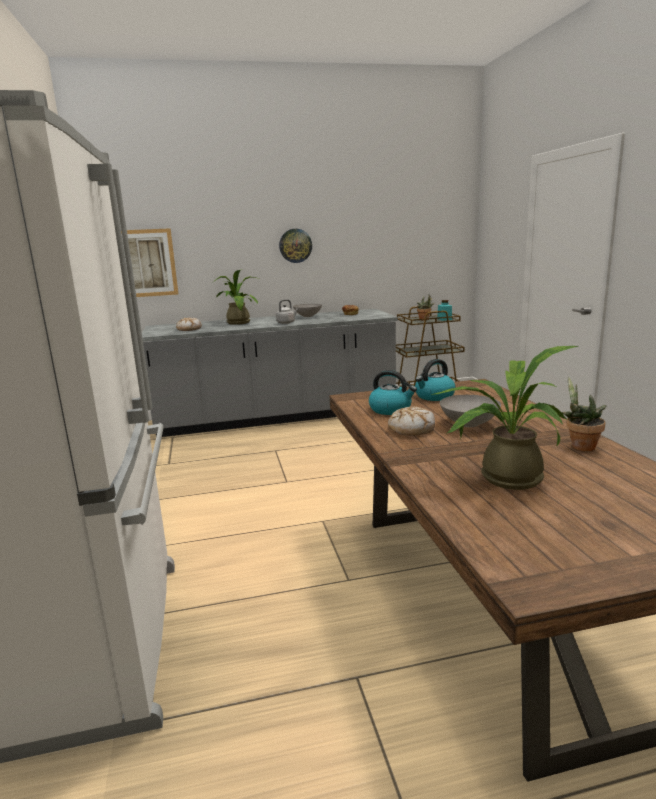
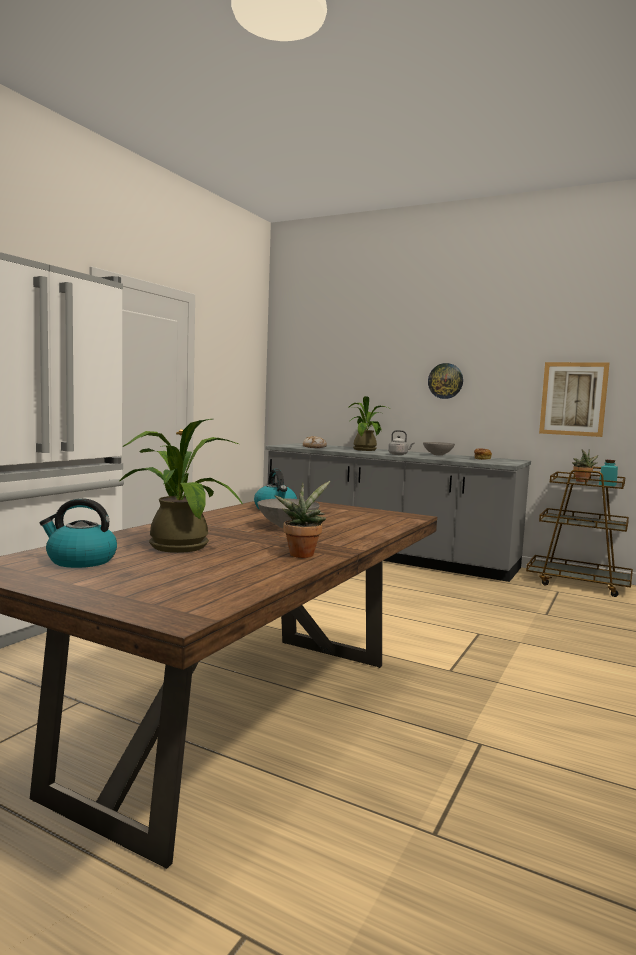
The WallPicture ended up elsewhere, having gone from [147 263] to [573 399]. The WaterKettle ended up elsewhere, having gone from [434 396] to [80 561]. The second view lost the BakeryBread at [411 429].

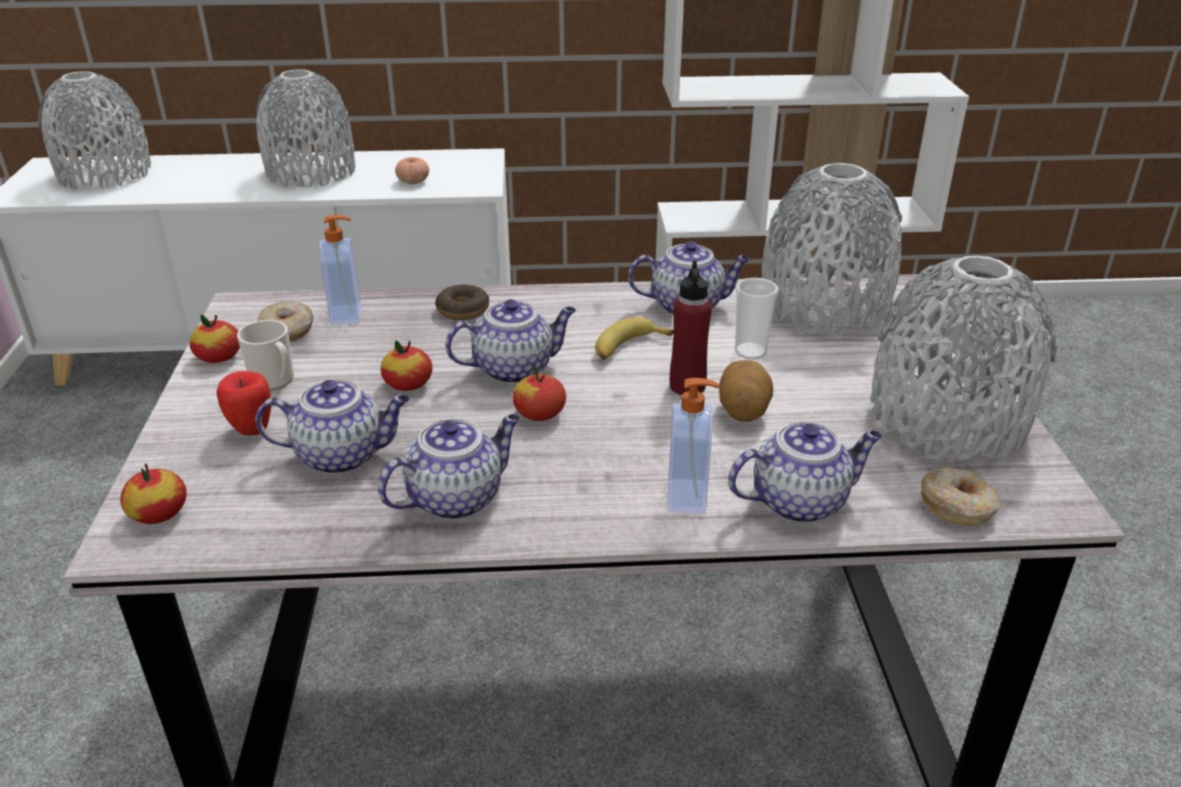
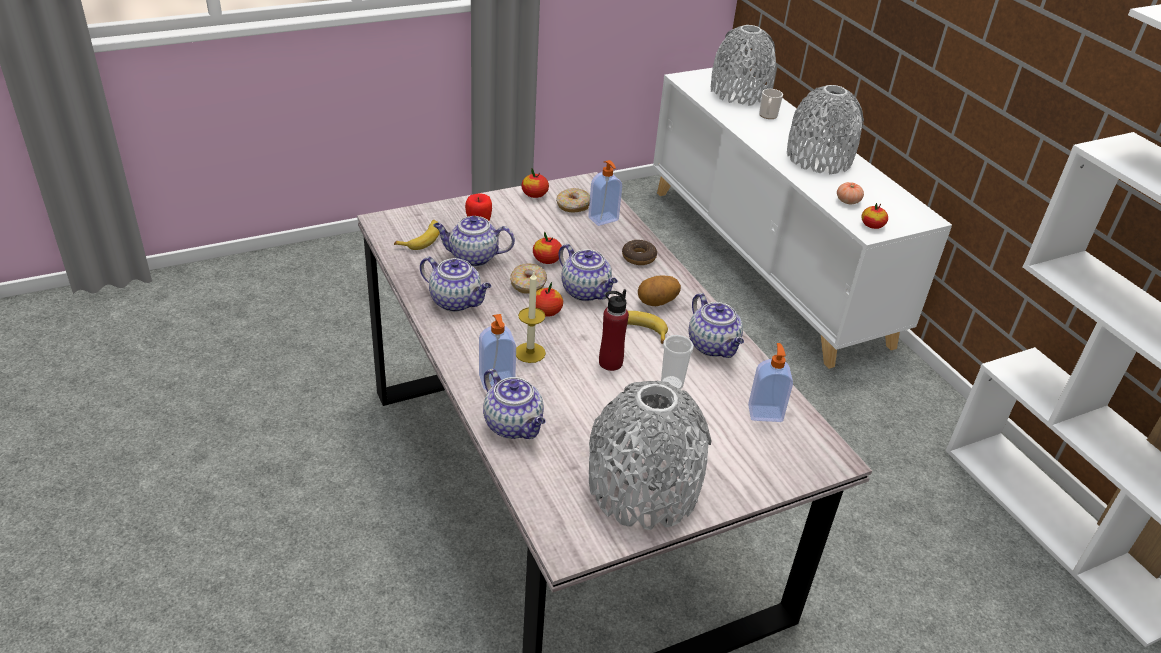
Where the GrayVase stood at [823 306], the LiquidSoapBottle came to stand at [765 412]. The Mug ended up elsewhere, having gone from [275 381] to [767 116]. The Spud ended up elsewhere, having gone from [743 412] to [657 303]. The Teapot at [342 455] ended up facing another way, 120 degrees clockwise from before. The Apple ended up elsewhere, having gone from [159 513] to [872 225]. The RingDoughnut ended up elsewhere, having gone from [957 506] to [528 284]. The second view gained the WholeBanana at [422 239]. The second view gained the WaxLight at [530 352].

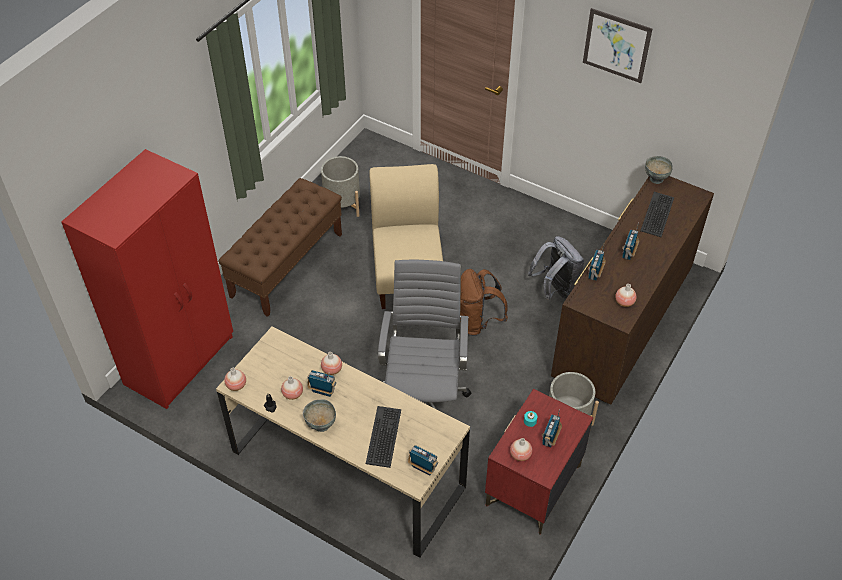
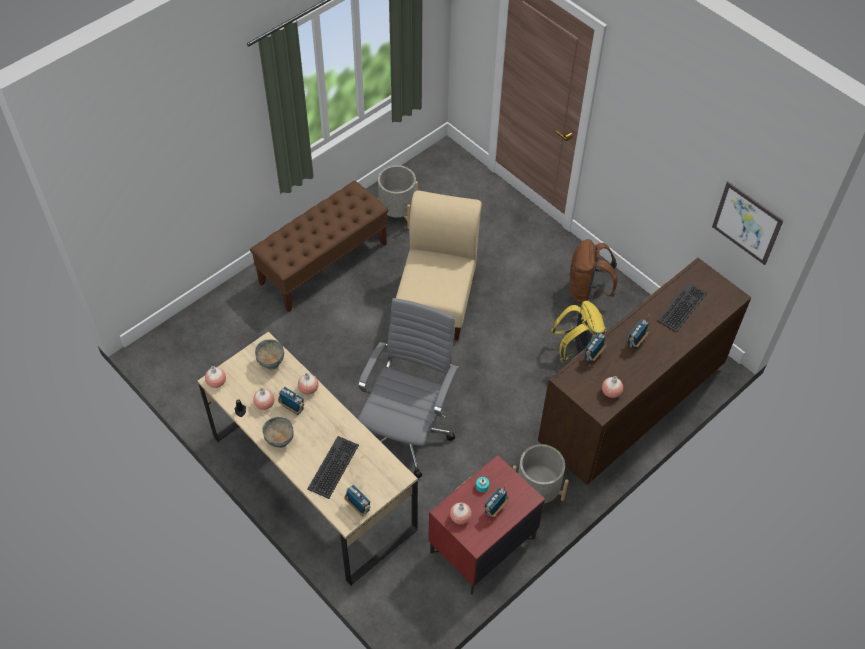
The WallPicture ended up elsewhere, having gone from [616 45] to [747 223]. The second view lost the ReddishWardrobe at [181 360]. The GrayBowl ended up elsewhere, having gone from [655 179] to [271 363]. What was the GrayBackpack at [555 290] turned into the YellowishBackpack at [577 352]. The BrownishBackpack ended up elsewhere, having gone from [477 322] to [587 291].

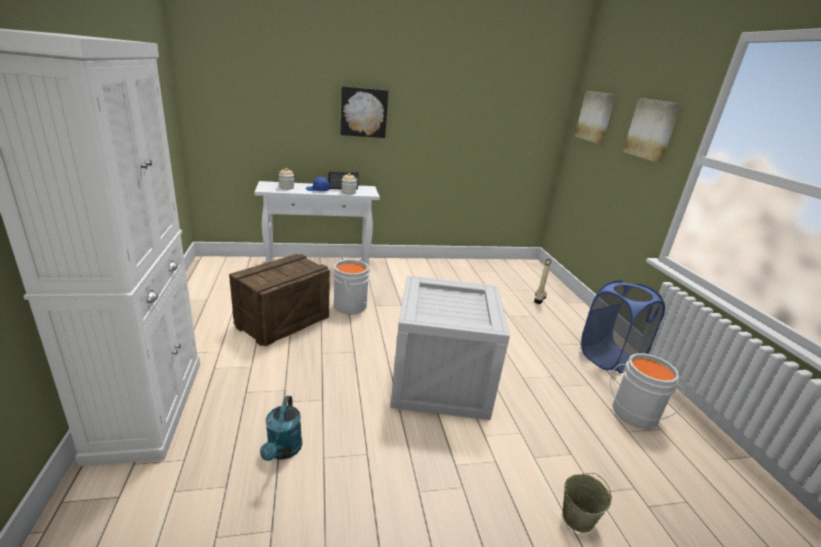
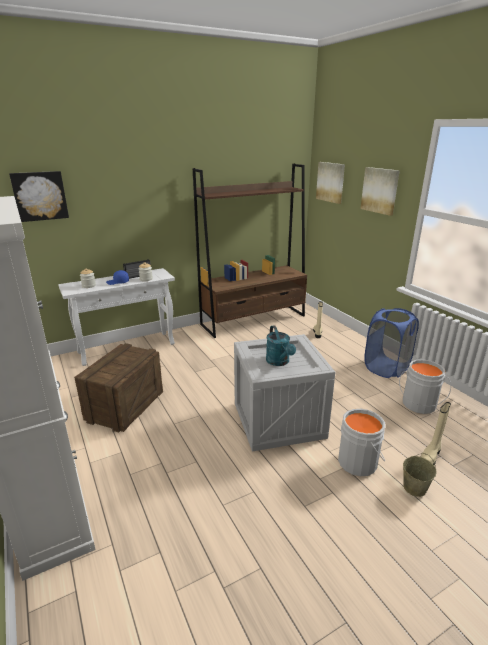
The WallPicture ended up elsewhere, having gone from [363 112] to [40 196]. The GrayWaterBucket ended up elsewhere, having gone from [352 306] to [359 462]. The BlueGreenWateringCan ended up elsewhere, having gone from [283 451] to [279 362]. The second view gained the BrownishBookshelf at [254 320]. The second view gained the BeigeTallBoot at [430 456].

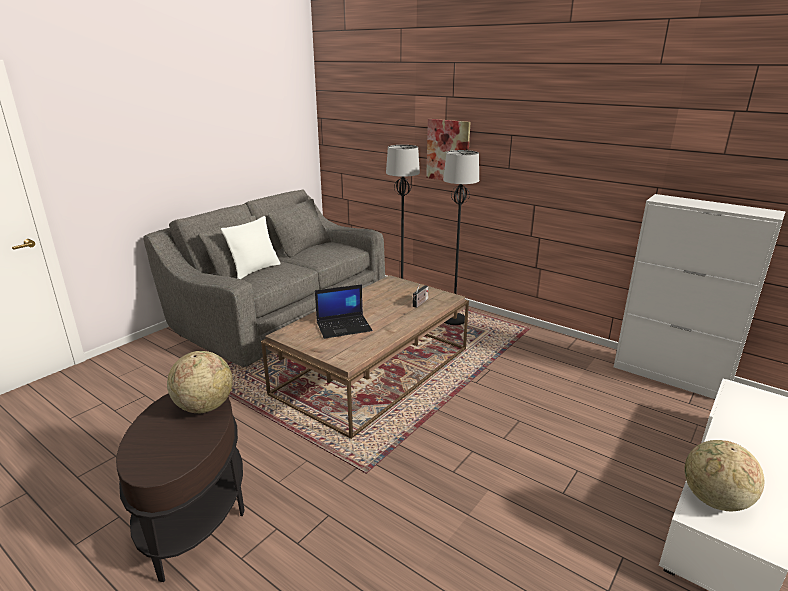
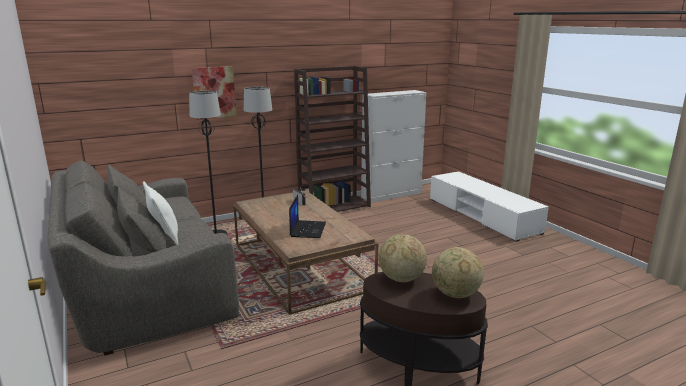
The Globe ended up elsewhere, having gone from [714 500] to [455 294]. The second view gained the BrownishBookshelf at [334 206].

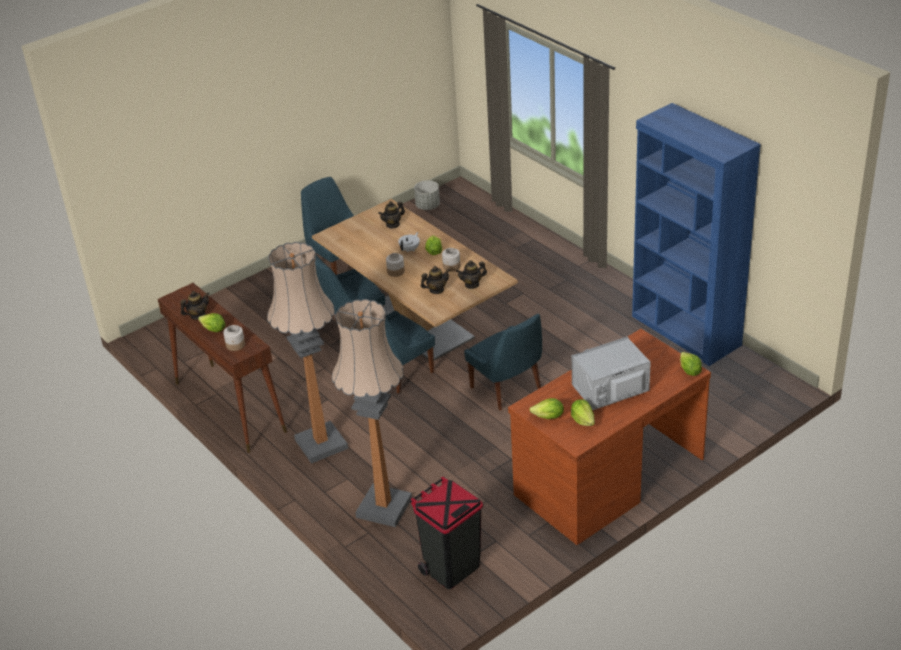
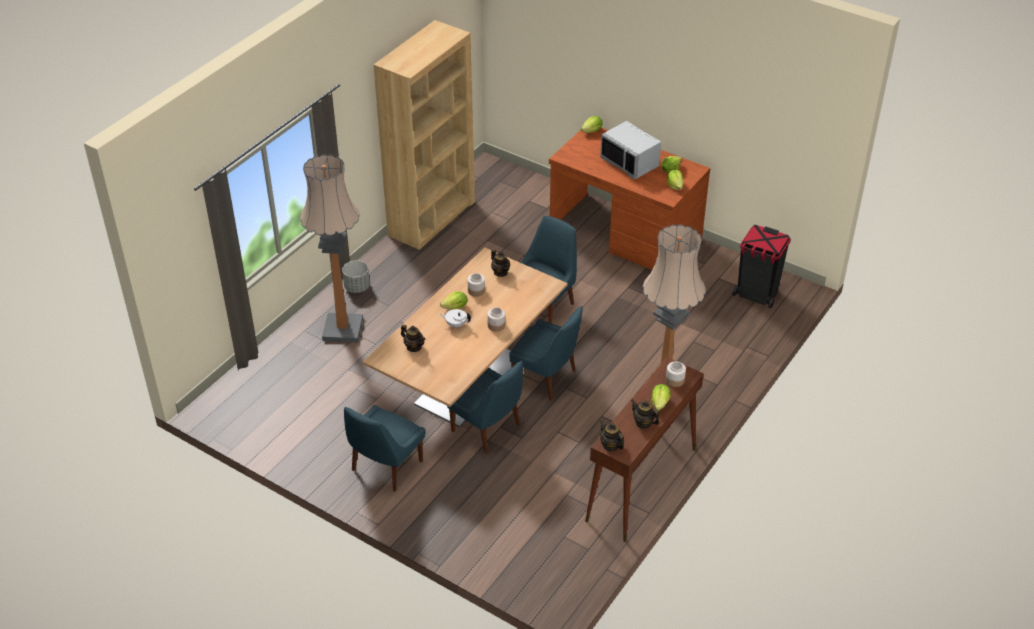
What was the BlueBookshelf at [685 331] turned into the BrownishBookshelf at [432 218]. The GrayPlantPot ended up elsewhere, having gone from [428 206] to [357 287]. The Teapot ended up elsewhere, having gone from [436 290] to [610 445]. The StandardLamp ended up elsewhere, having gone from [384 507] to [343 329].

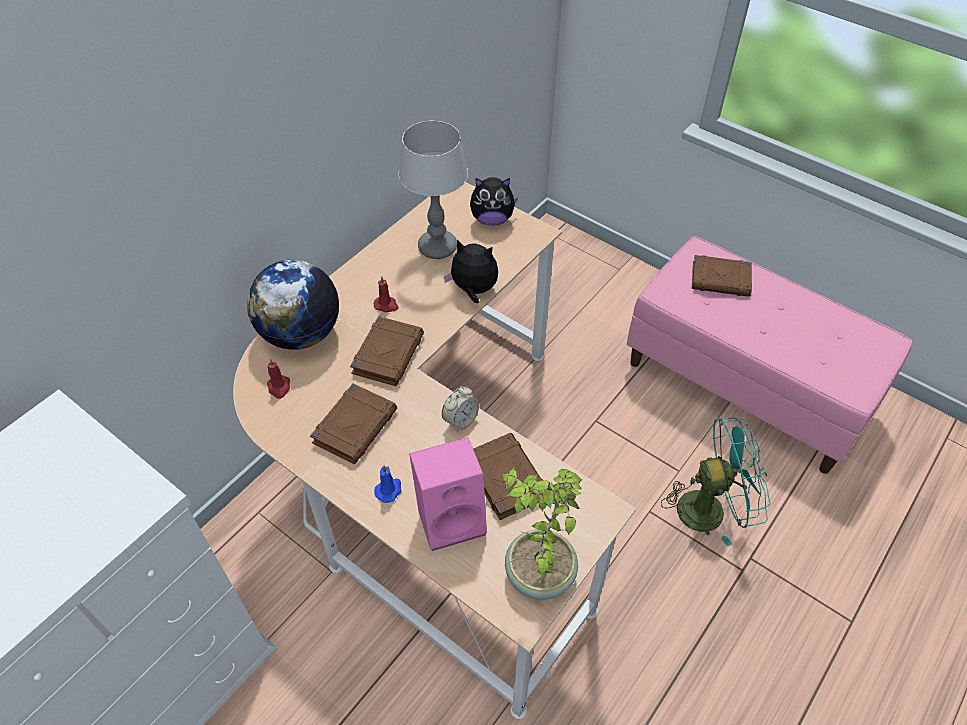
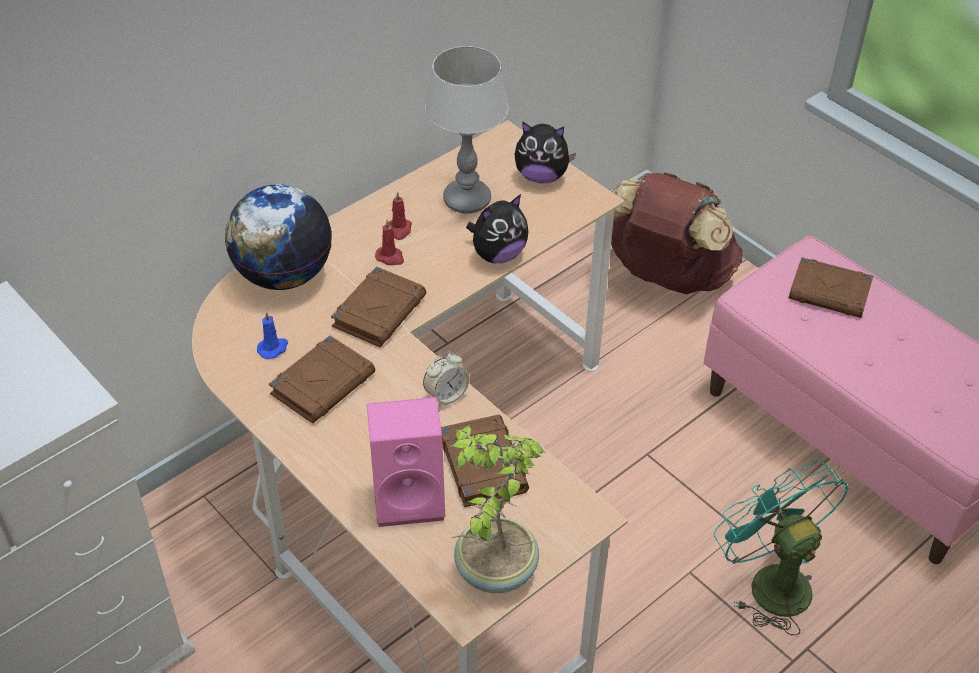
The SoftToy at [473 290] ended up facing another way, 120 degrees clockwise from before. The ReddishWaxLight ended up elsewhere, having gone from [279 387] to [399 230]. The BlueGreenCoolingFan at [710 508] ended up facing another way, 120 degrees counterclockwise from before. The BlueWaxLight ended up elsewhere, having gone from [389 490] to [273 348]. The second view gained the BrownishBackpack at [667 277].

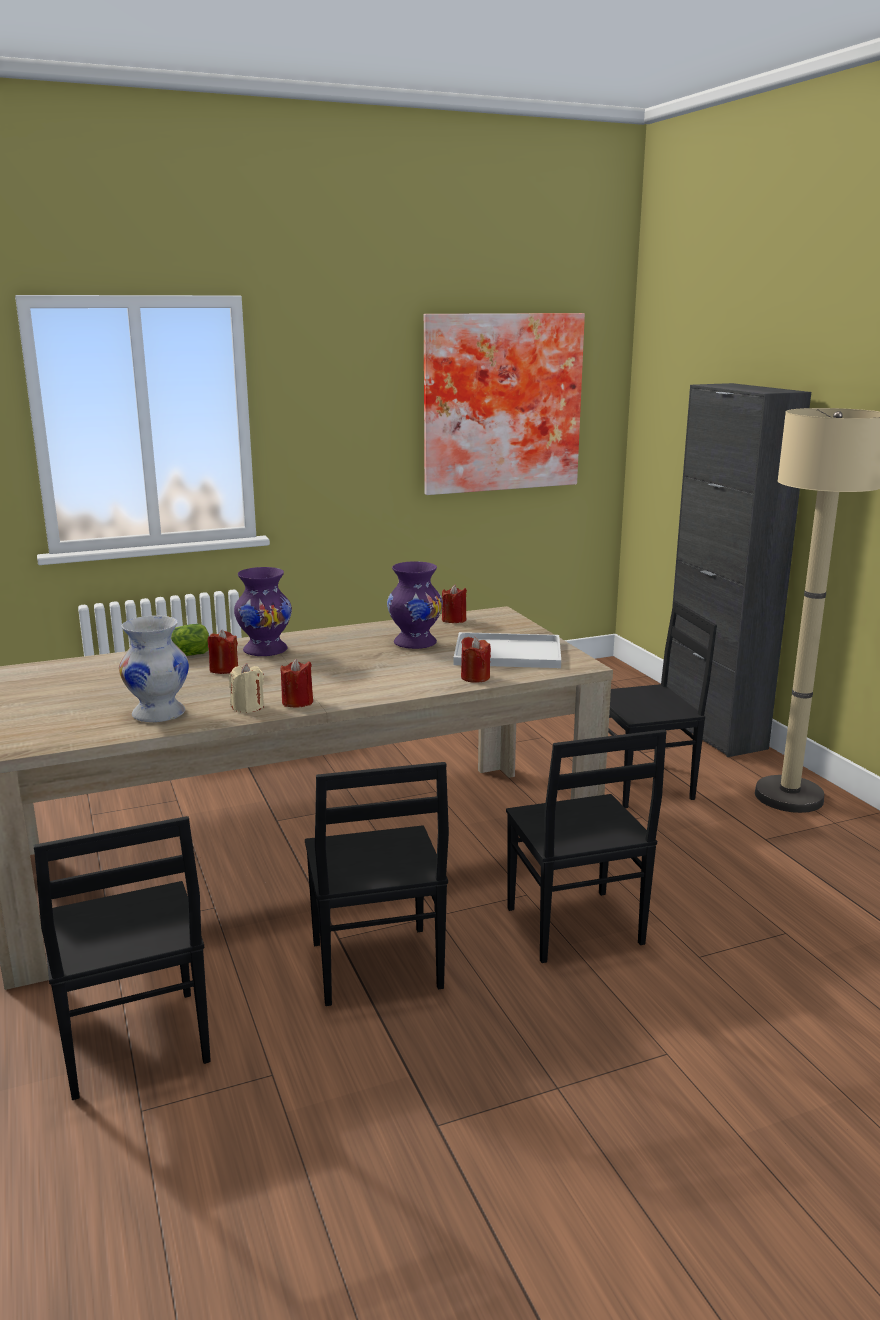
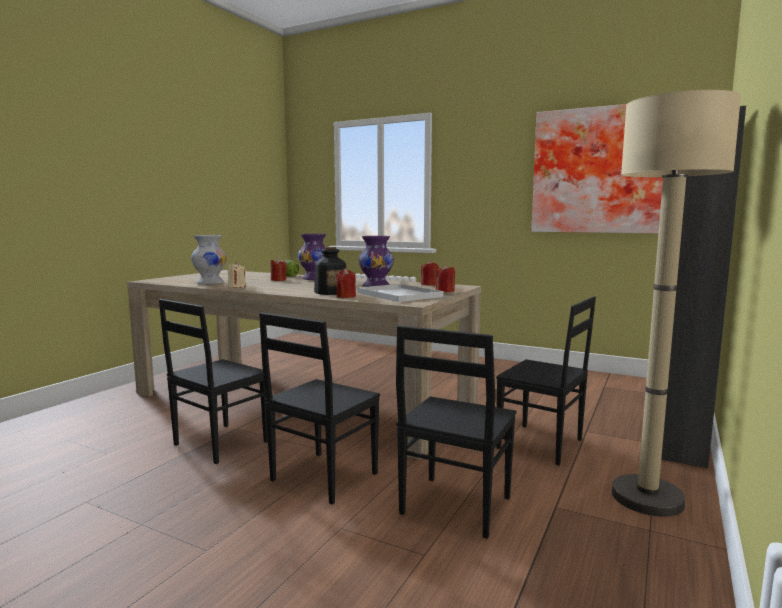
The ReddishWaxLight ended up elsewhere, having gone from [297 702] to [445 291]. The BlackChair ended up elsewhere, having gone from [133 1045] to [453 506]. The second view gained the BeverageBottle at [331 292].

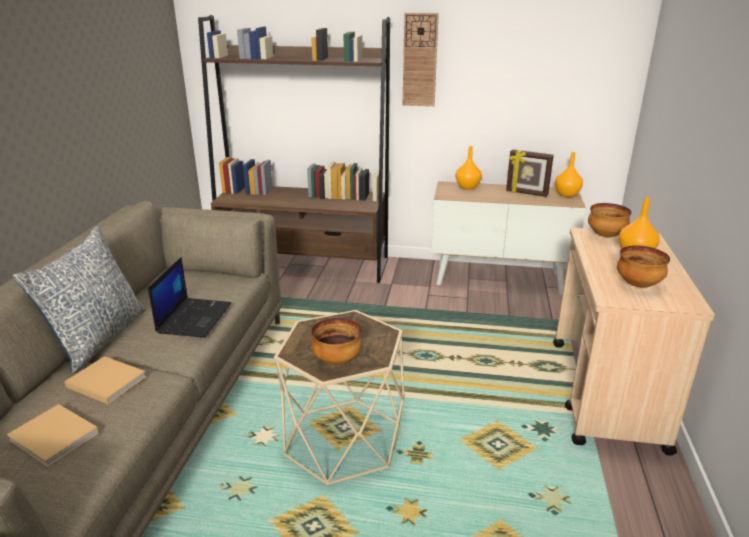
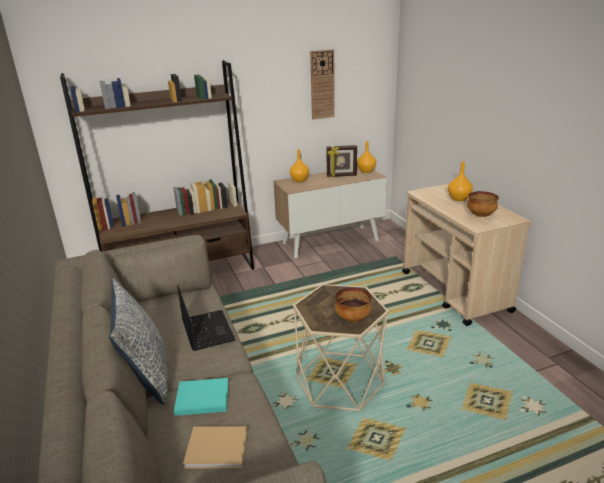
The HangingClock ended up elsewhere, having gone from [420 60] to [322 84]. The second view lost the Bowl at [605 236]. What was the BeigeVolume at [105 381] turned into the BlueGreenVolume at [200 398].

